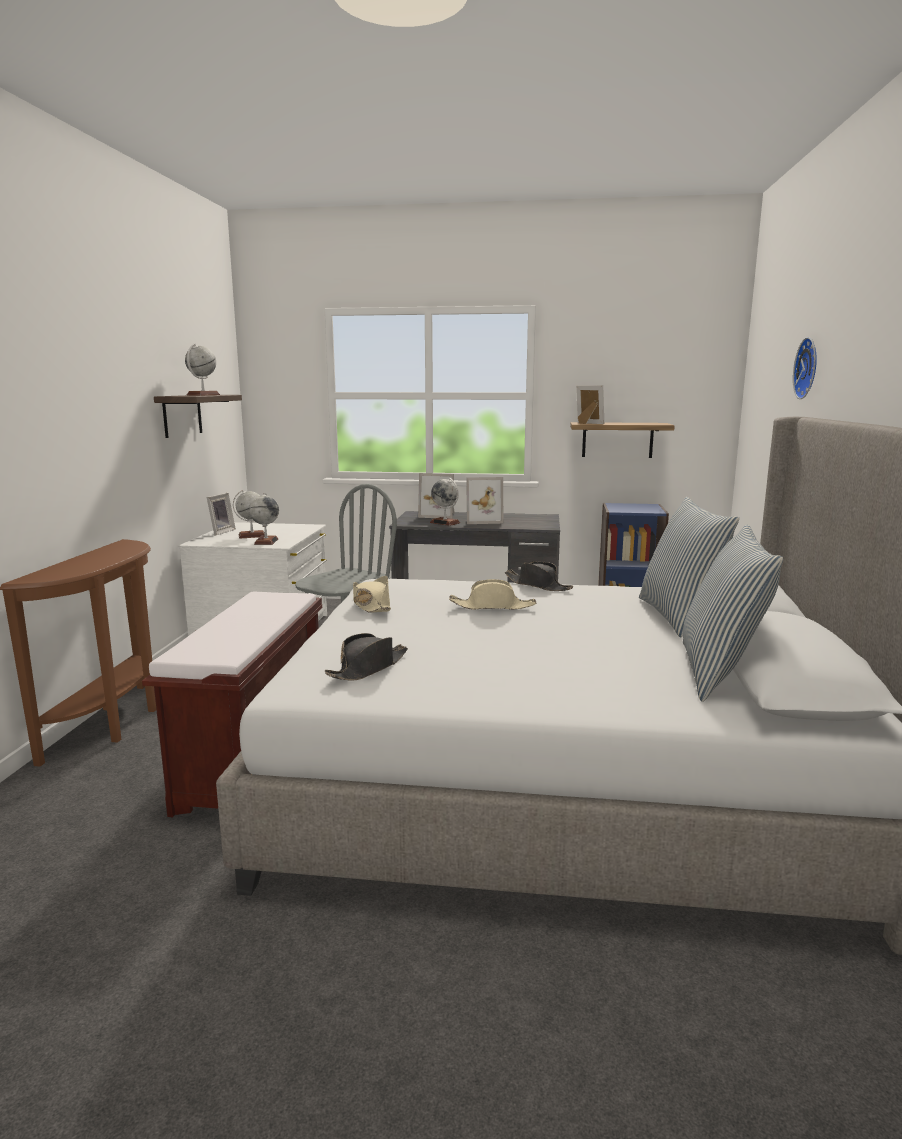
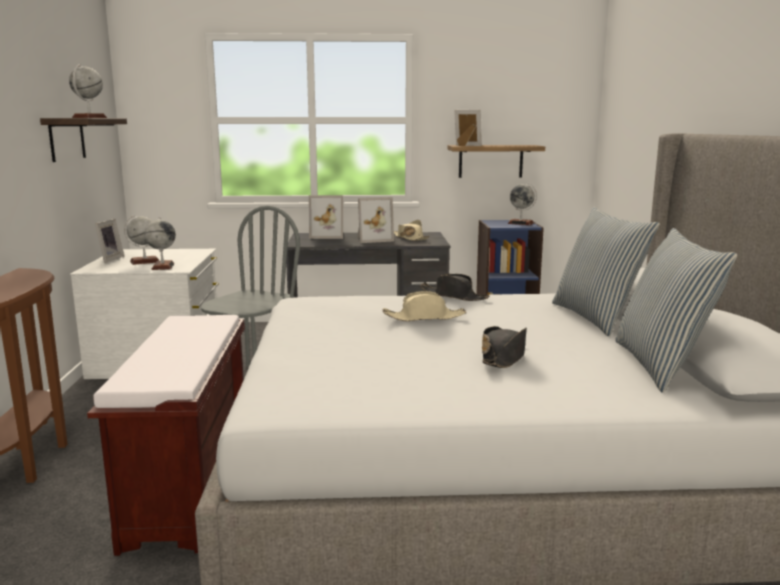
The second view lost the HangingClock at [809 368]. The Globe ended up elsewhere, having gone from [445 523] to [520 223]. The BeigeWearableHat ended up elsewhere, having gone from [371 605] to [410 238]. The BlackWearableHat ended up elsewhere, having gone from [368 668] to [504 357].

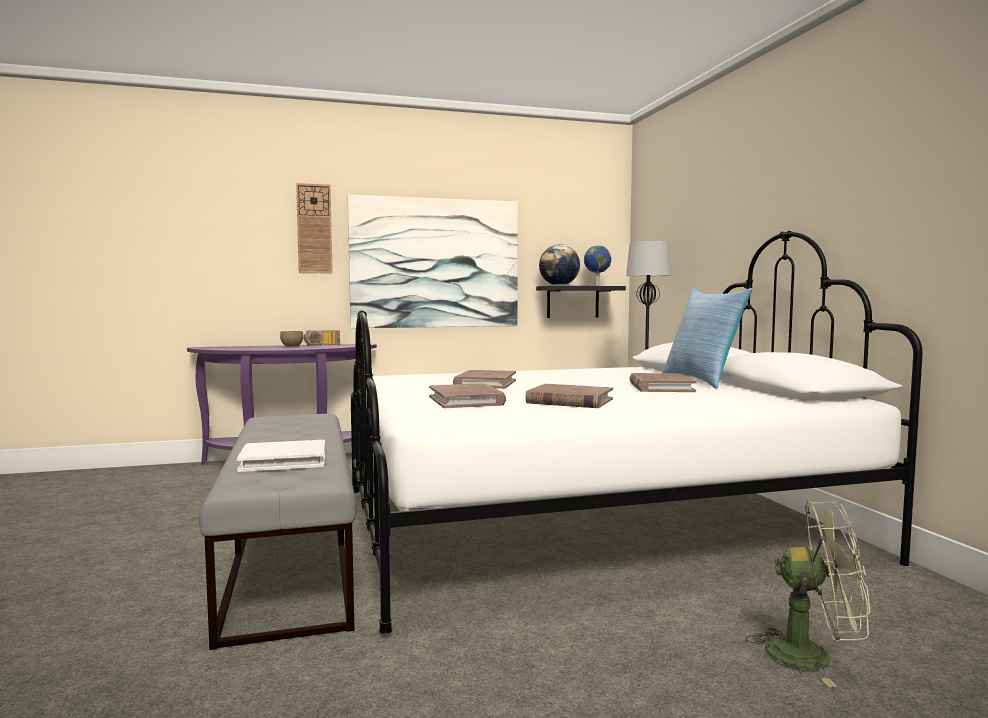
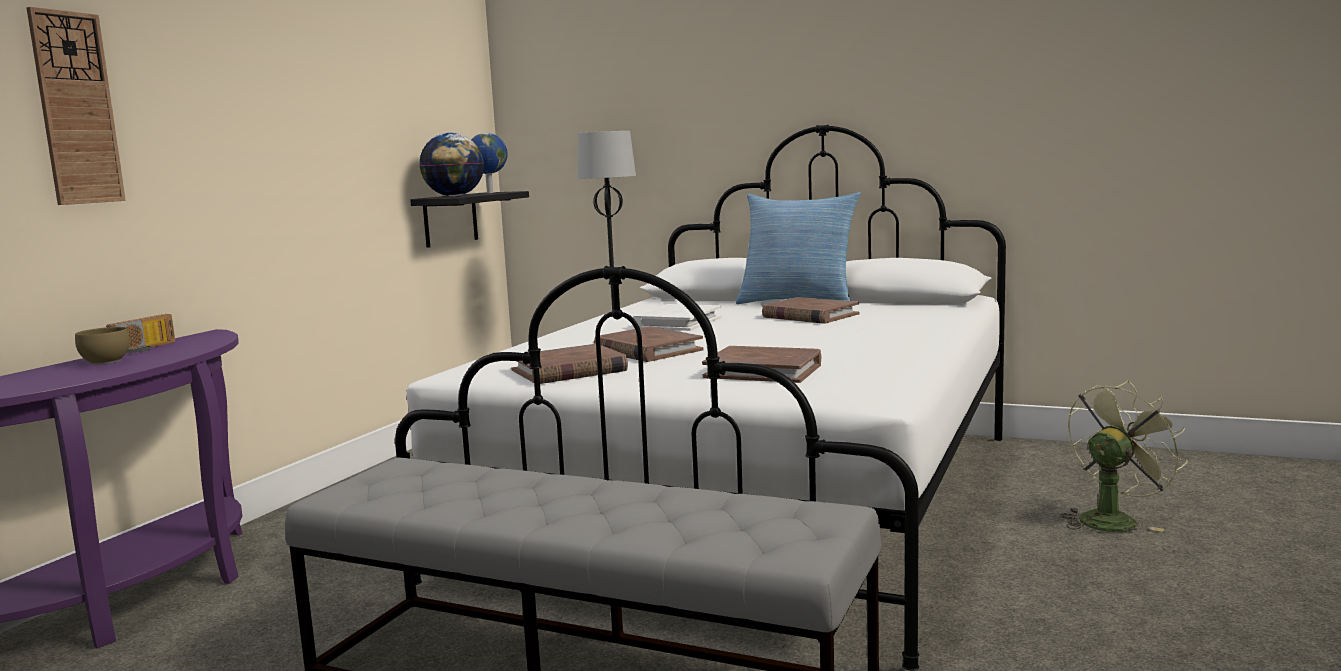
The second view lost the WallPicture at [435 263]. The BrownishVolume ended up elsewhere, having gone from [569 401] to [569 370]. The WhiteVolume ended up elsewhere, having gone from [284 460] to [677 322].

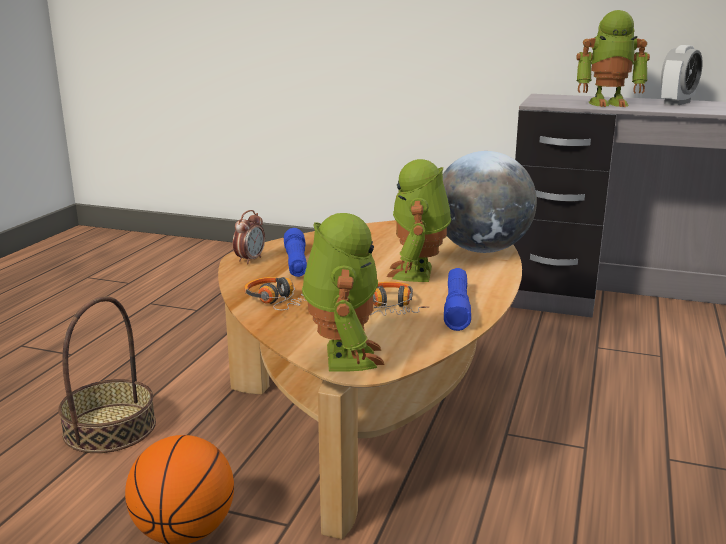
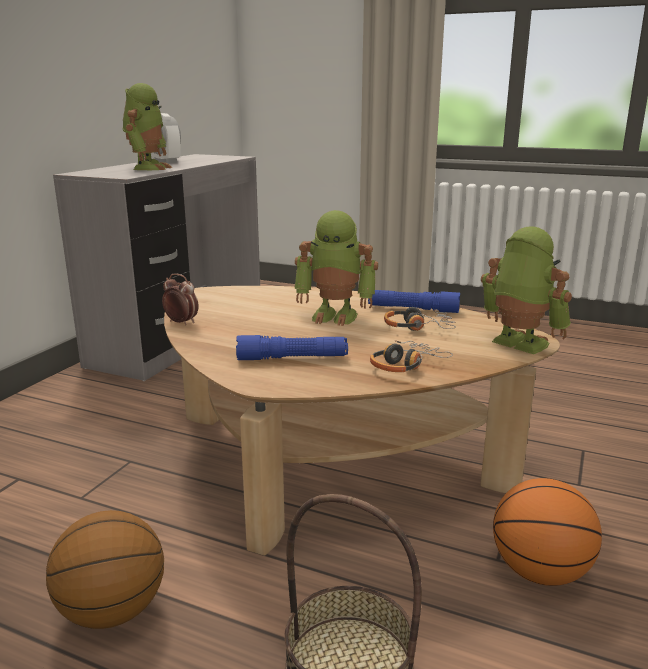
The second view lost the Globe at [481 250]. The BedsideClock ended up elsewhere, having gone from [250 260] to [181 323]. The RobotFigure at [343 356] ended up facing another way, 45 degrees clockwise from before. The second view gained the Basketball at [113 611].

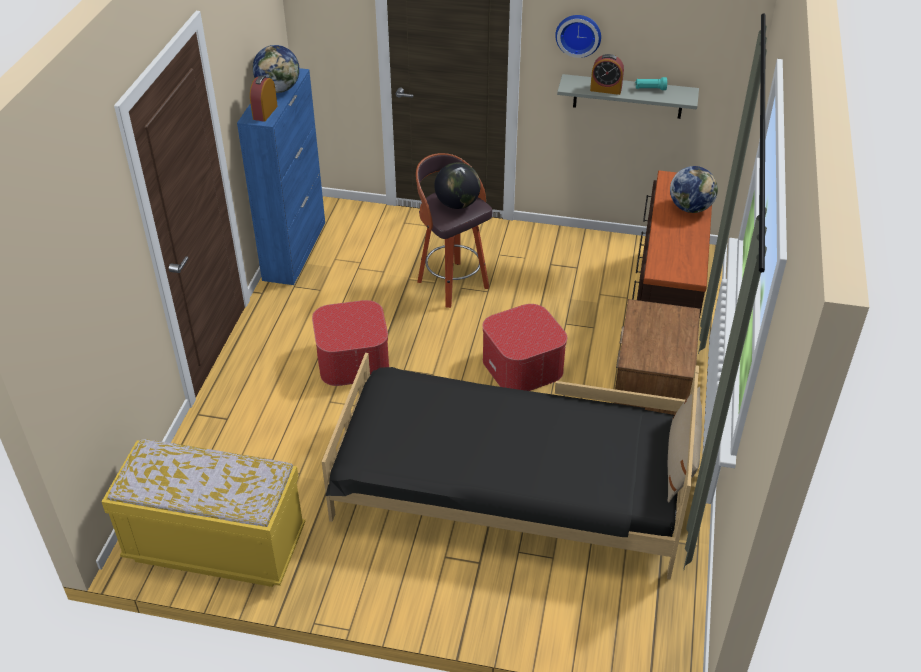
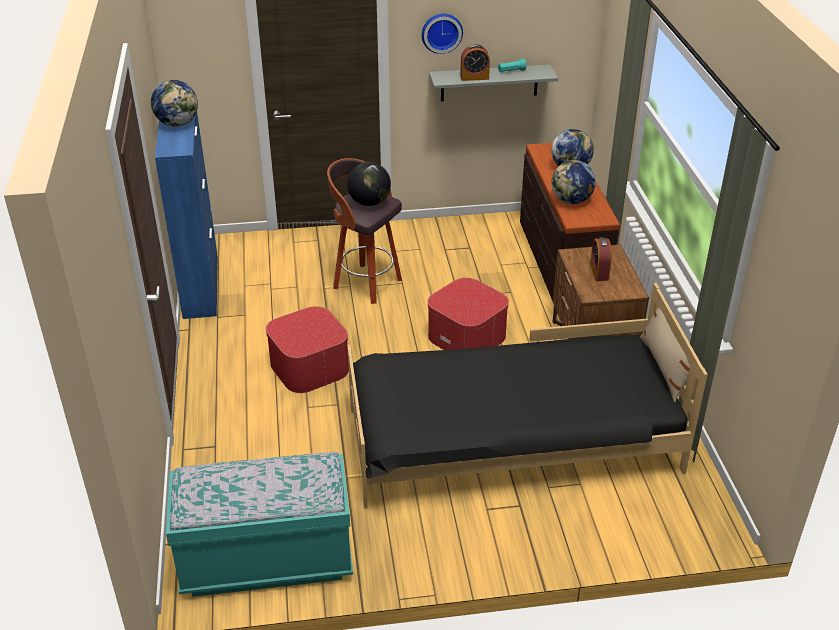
The BedsideClock ended up elsewhere, having gone from [265 112] to [599 271]. What was the YellowishIndoorBench at [216 546] turned into the BlueGreenIndoorBench at [266 560]. The second view gained the Globe at [571 201].

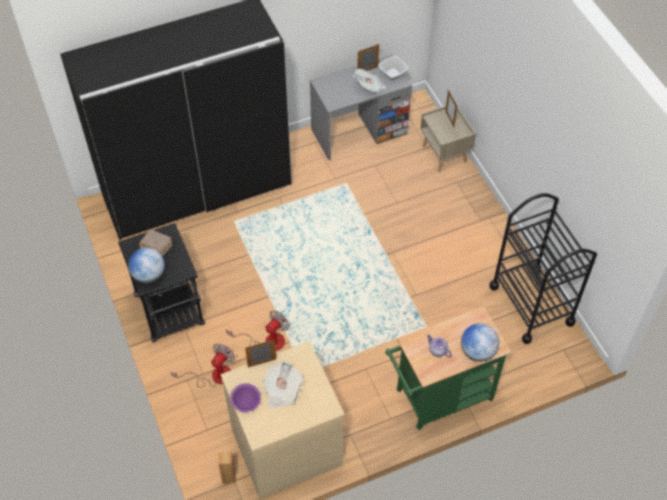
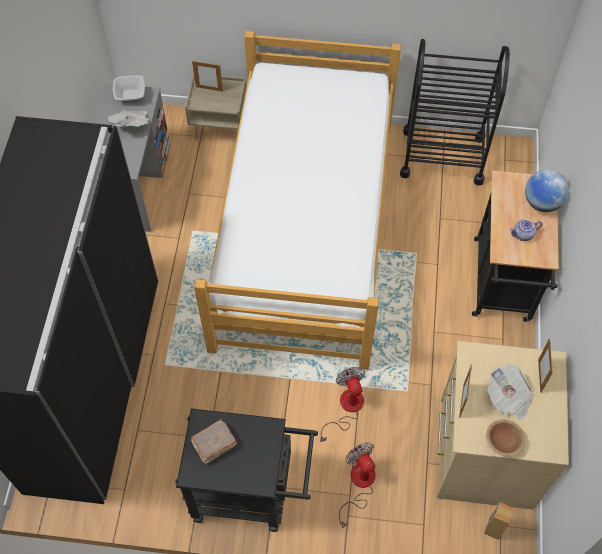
The PictureFrame ended up elsewhere, having gone from [367 70] to [539 376]. The second view lost the Globe at [149 275]. What was the GreenCart at [438 398] turned into the BlackCart at [502 286]. What was the PurplishBowl at [246 401] turned into the BrownishBowl at [503 441]. The second view gained the BedroomBed at [306 231].

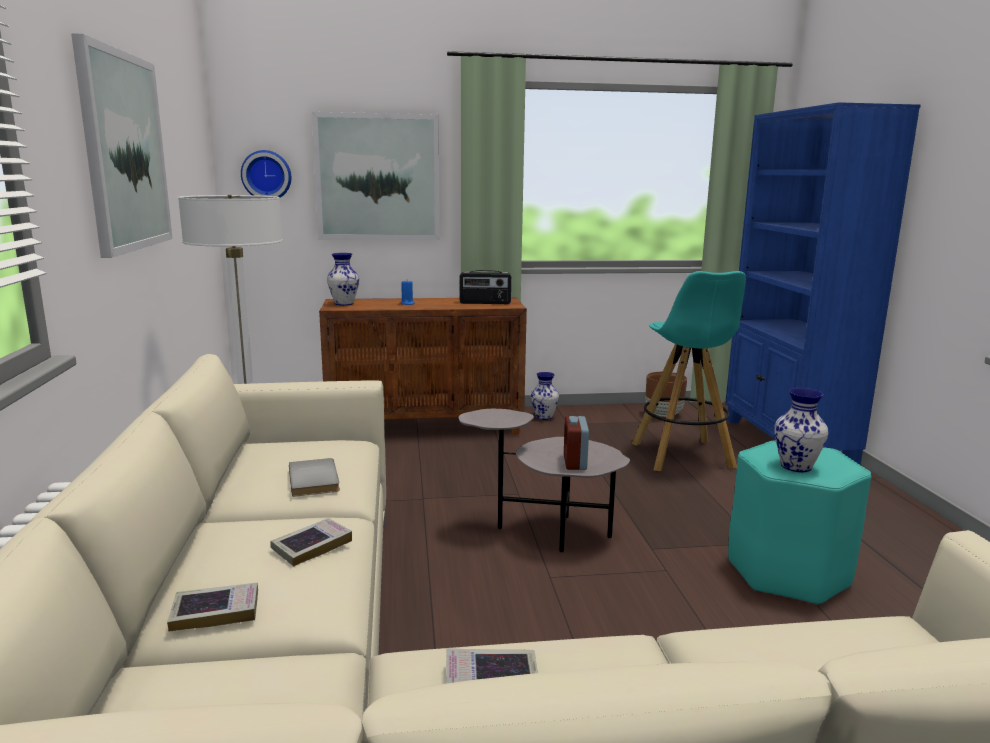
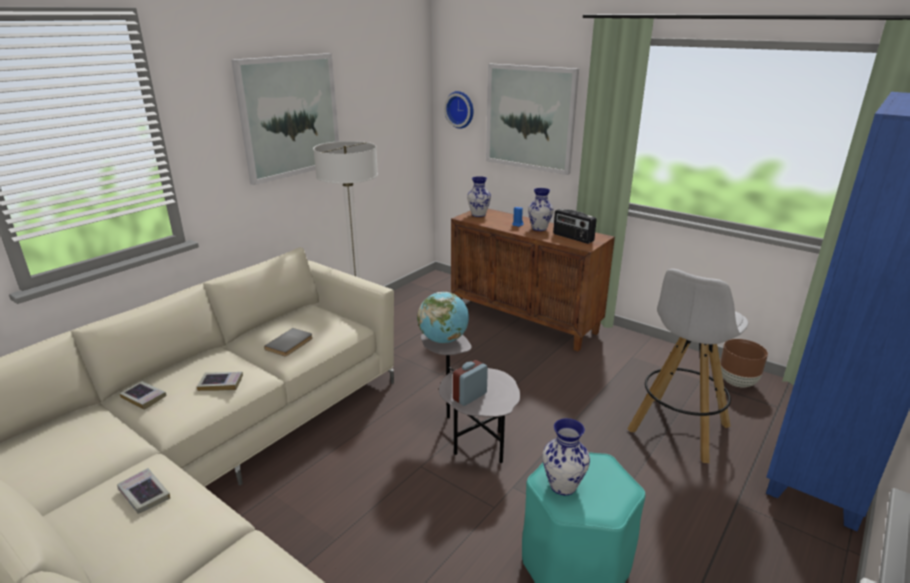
What was the BlueGreenStool at [683 457] turned into the WhiteStool at [678 429]. The Vase ended up elsewhere, having gone from [544 417] to [539 228]. The second view gained the Globe at [443 340].

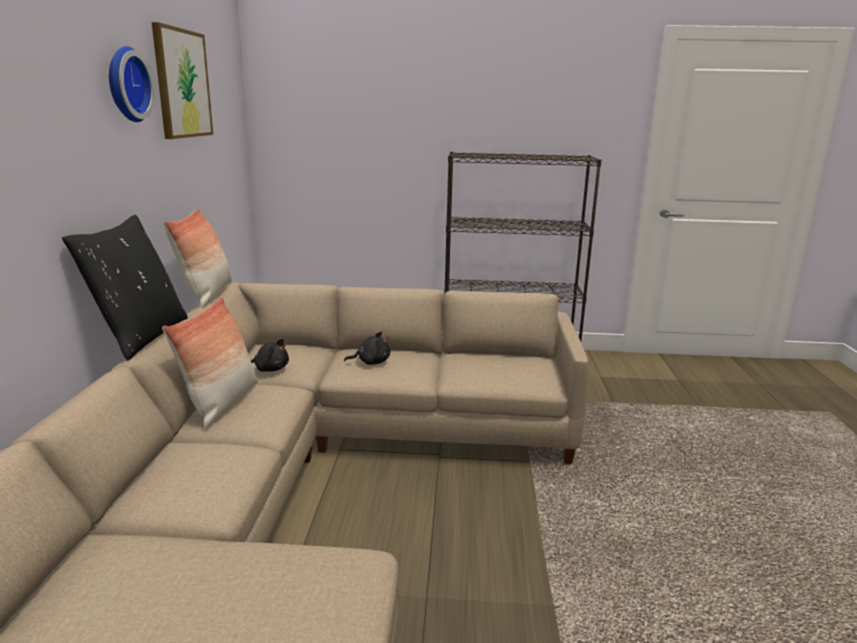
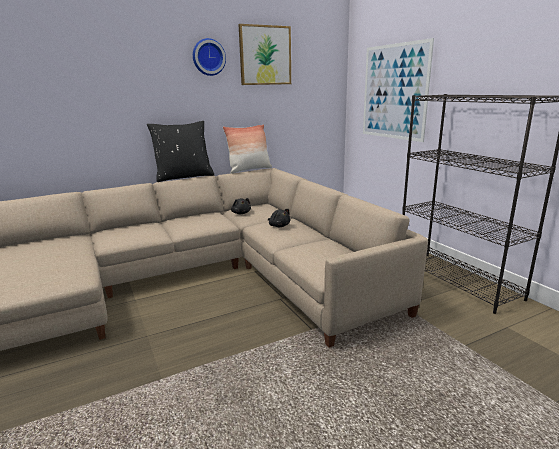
The second view lost the ThrowPillow at [221 403]. The second view gained the WallPicture at [394 92].

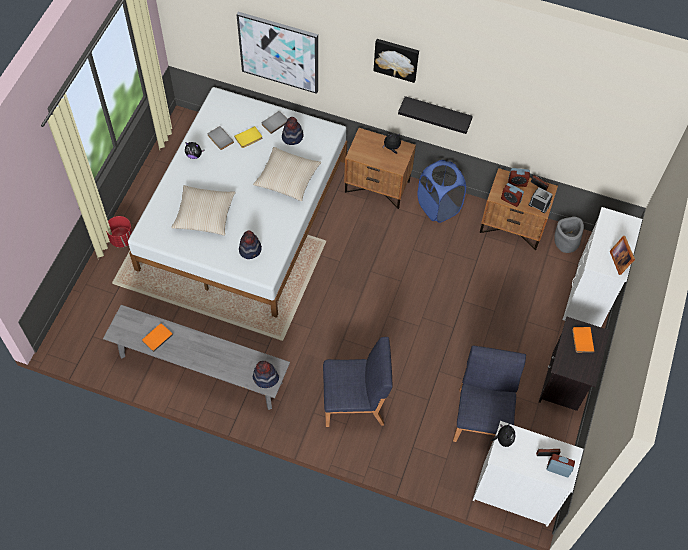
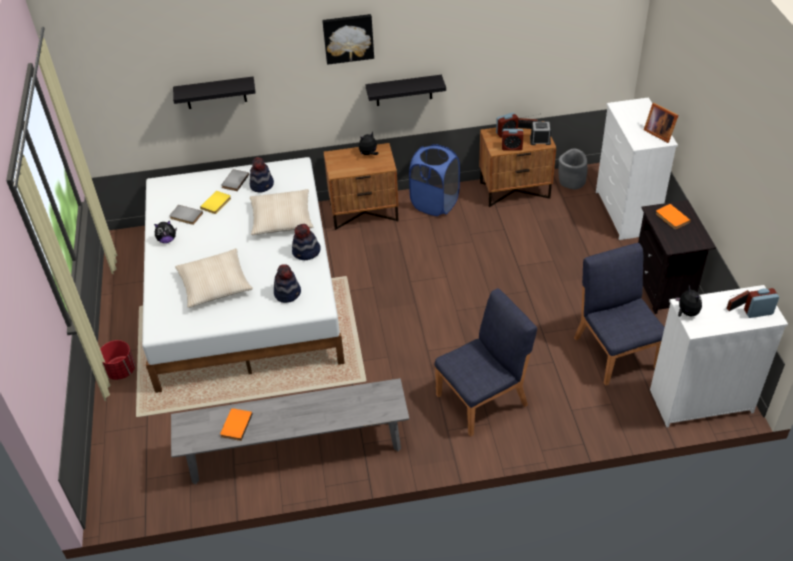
Where the WallPicture hung at [279 52], the BlackWallShelf came to hang at [215 93]. The WearableHat ended up elsewhere, having gone from [265 378] to [306 252].

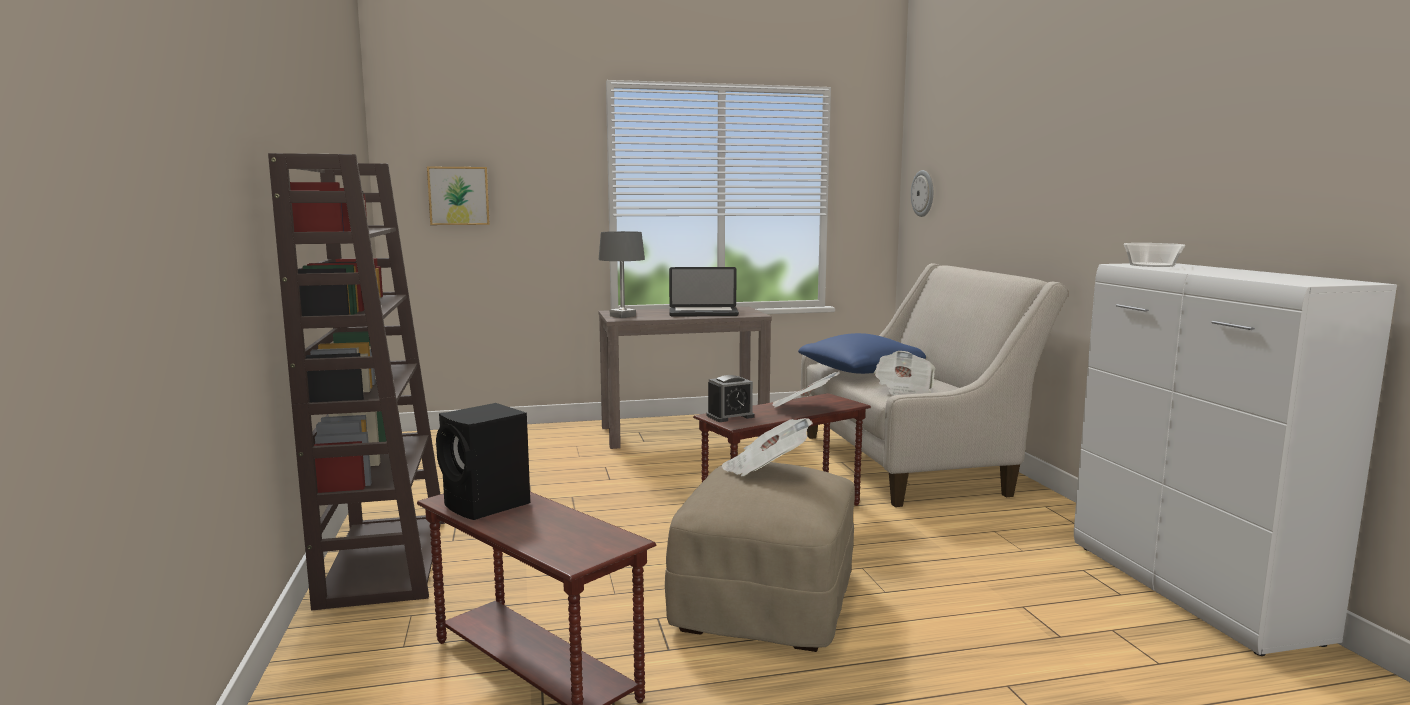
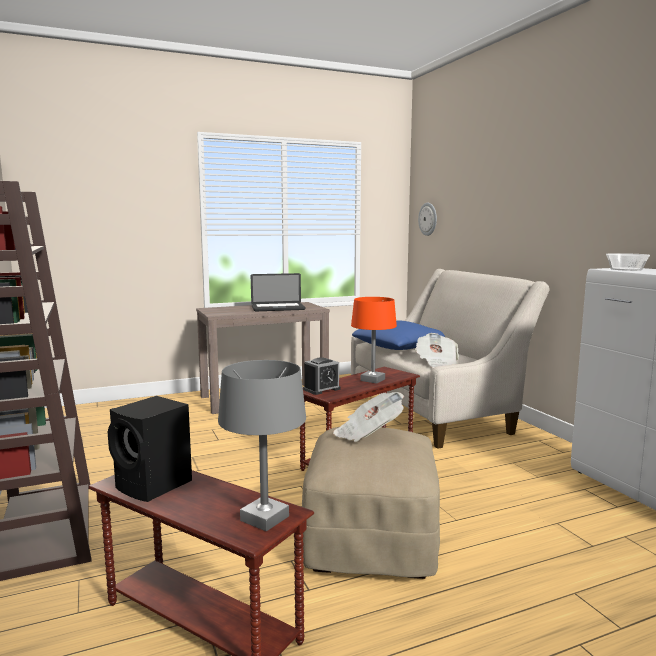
The second view lost the WallPicture at [459 196]. The GrayTabletopLamp ended up elsewhere, having gone from [622 316] to [264 519]. Where the DailyPaper stood at [802 408], the OrangeyTabletopLamp came to stand at [372 380].

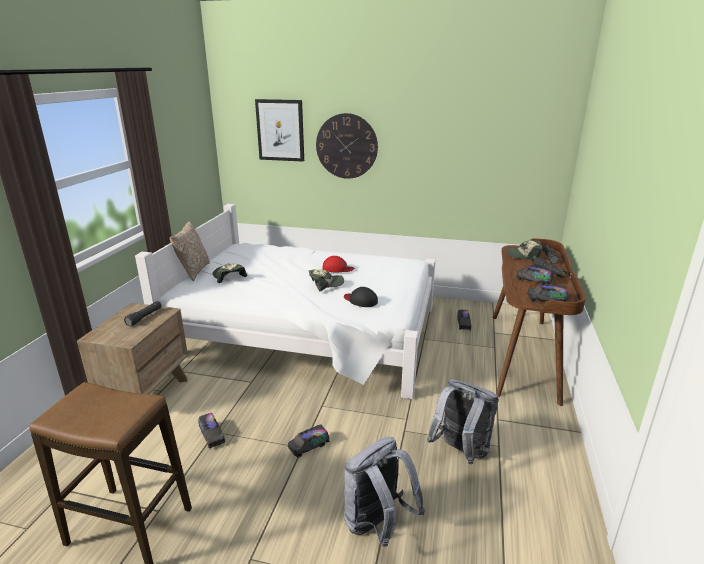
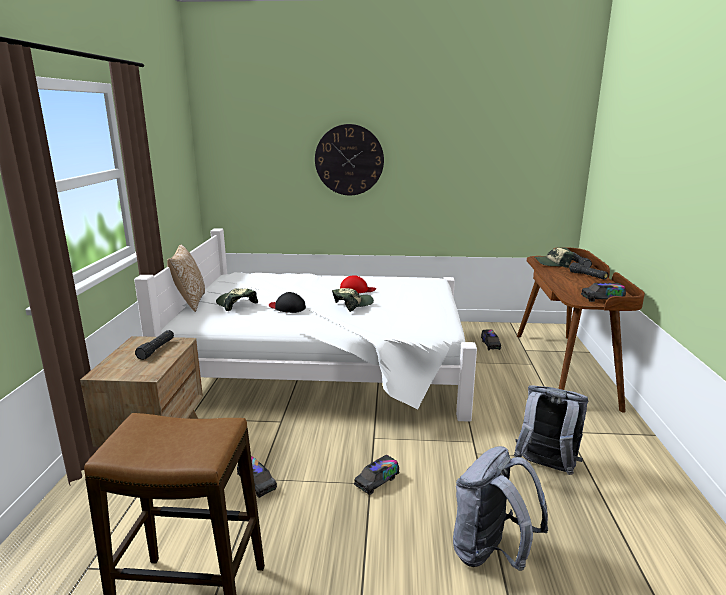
The second view lost the WallPicture at [280 130]. The second view lost the ModelTruck at [534 280]. The BlackPeakedCap ended up elsewhere, having gone from [360 300] to [287 307].

